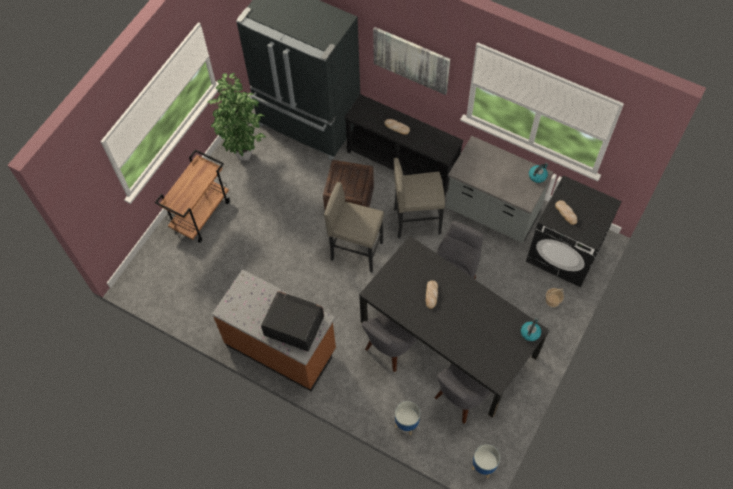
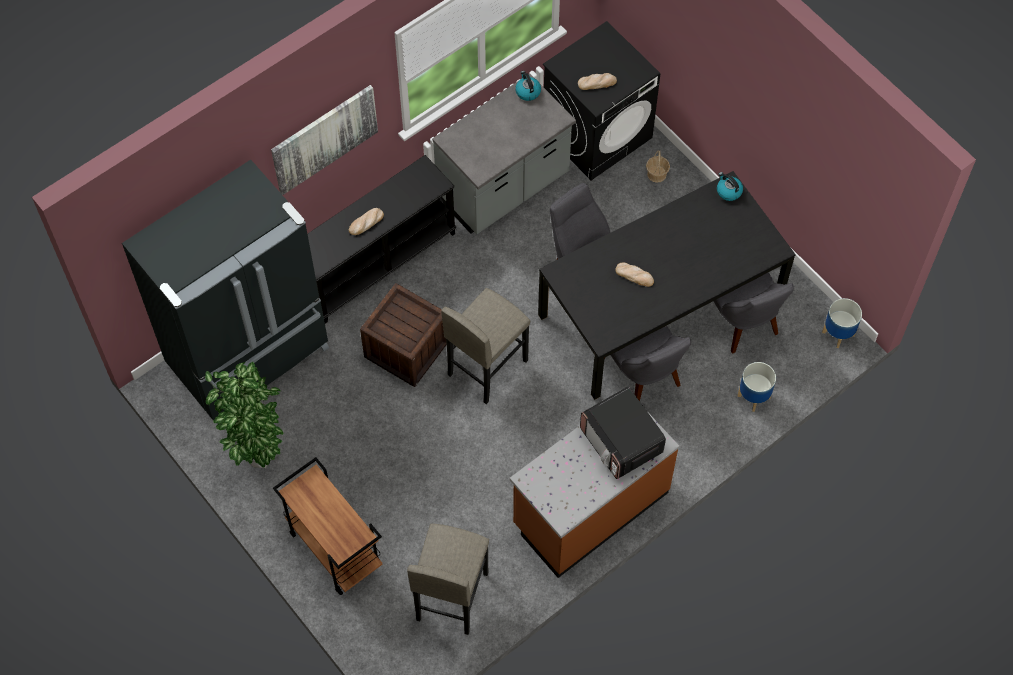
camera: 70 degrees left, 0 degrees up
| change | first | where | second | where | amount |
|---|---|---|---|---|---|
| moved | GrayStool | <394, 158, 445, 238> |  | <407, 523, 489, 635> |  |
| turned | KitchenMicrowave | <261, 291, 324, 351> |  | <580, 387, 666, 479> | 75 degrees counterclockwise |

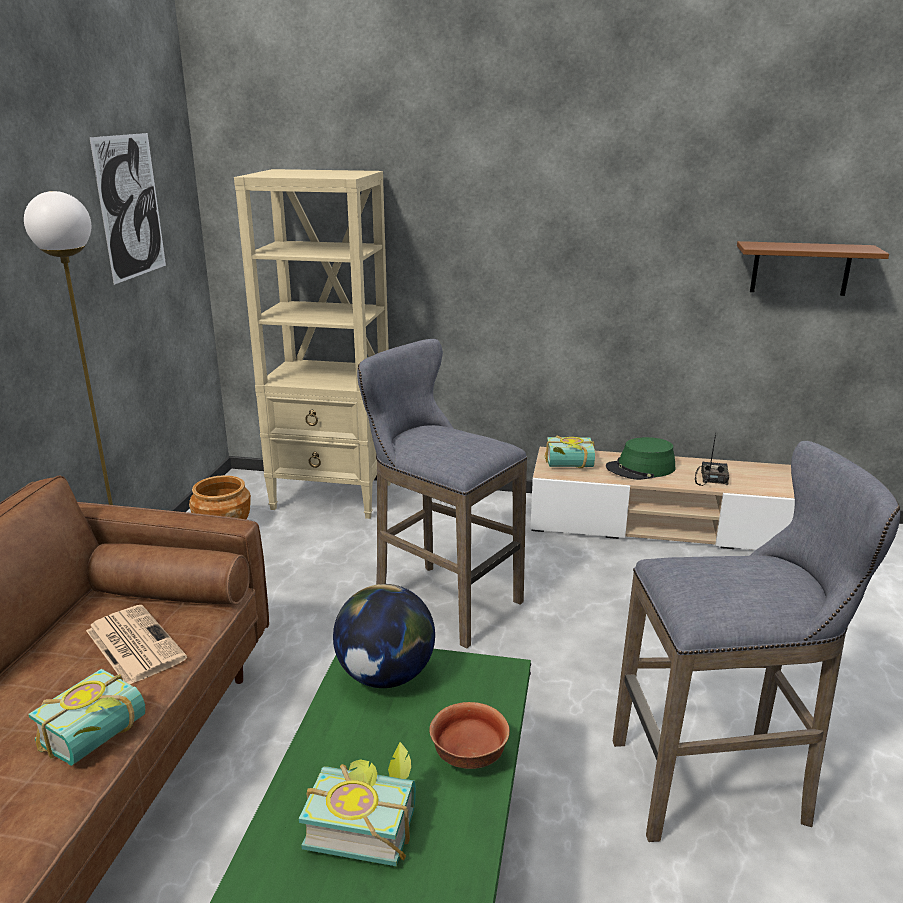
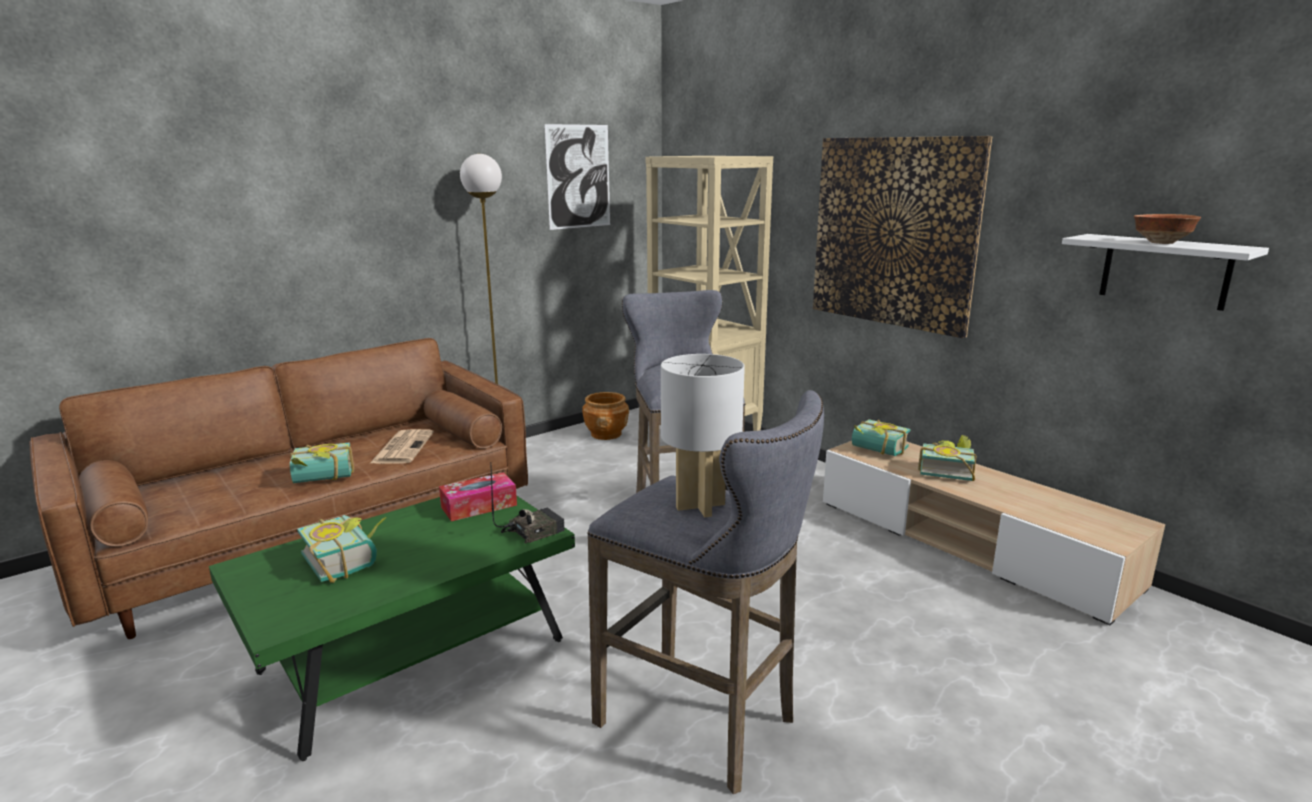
camera: 40 degrees right, 5 degrees down
| change | first | where | second | where | amount |
|---|---|---|---|---|---|
| added |  |  | WhiteColouredLampForATable | <661, 354, 745, 517> |  |
| added |  |  | WallArt | <813, 136, 993, 338> |  |
| moved | Bowl | <429, 702, 510, 769> |  | <1134, 214, 1201, 244> |  |
| moved | Radio | <695, 433, 729, 486> |  | <491, 467, 565, 544> |  |
| replaced | WorldGlobe | <333, 584, 435, 688> | TissueHolder | <439, 472, 517, 521> |  |
| replaced | GreenHat | <606, 437, 675, 480> | Volume | <918, 435, 976, 481> |  |
| recoloured | BrownShelf | <737, 241, 889, 296> | WhiteColouredShelf | <1062, 234, 1269, 311> |  |

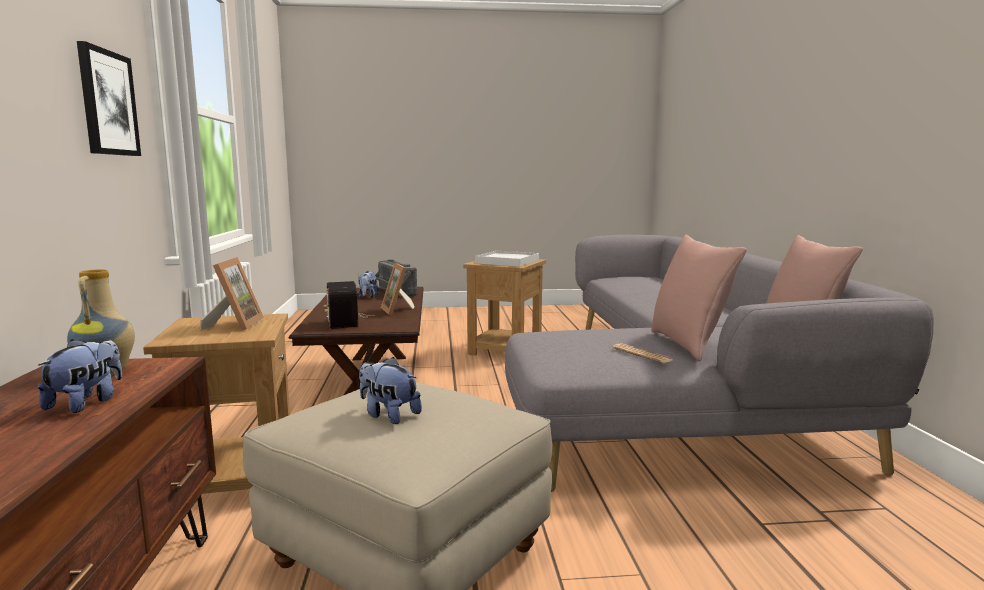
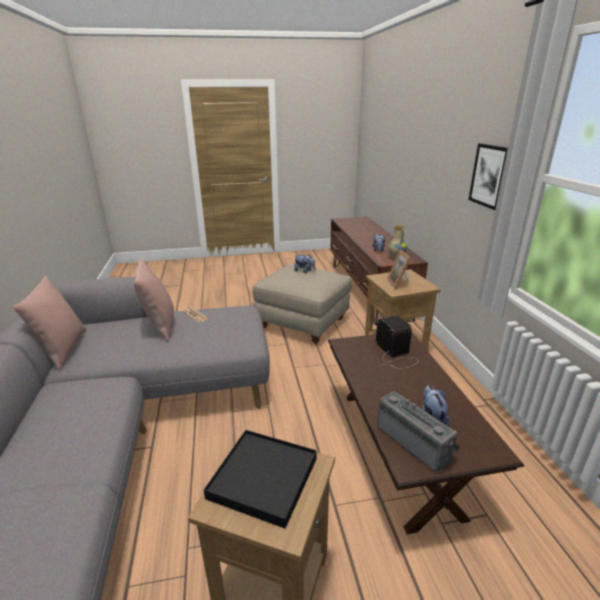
camera: 175 degrees right, 15 degrees up
| change | first | where | second | where | amount |
|---|---|---|---|---|---|
| removed | StandingFrame | <381, 263, 415, 315> |  |  |  |
| recoloured | WhiteColouredTray | <475, 251, 539, 267> | BlackishTray | <204, 430, 317, 528> |  |

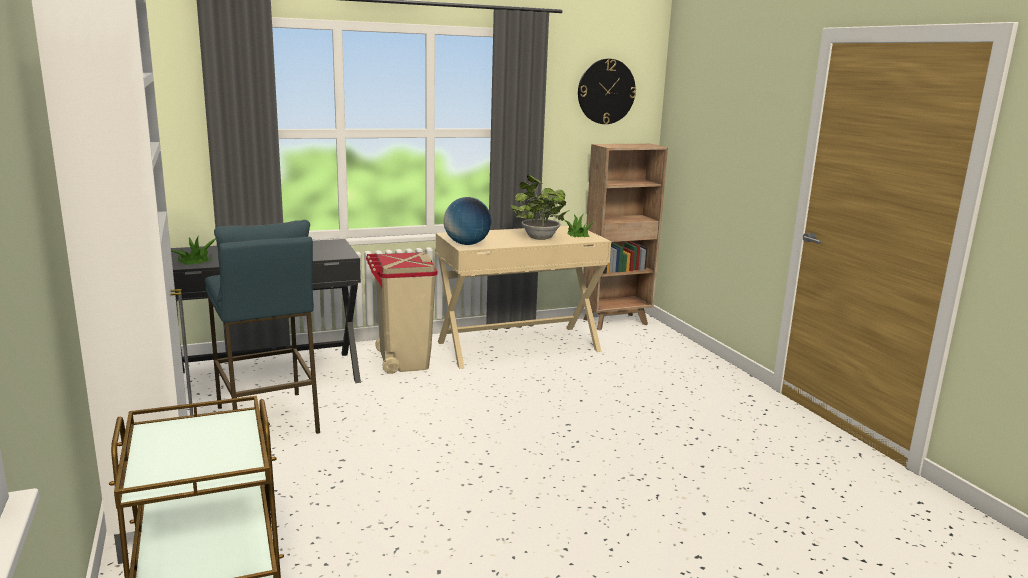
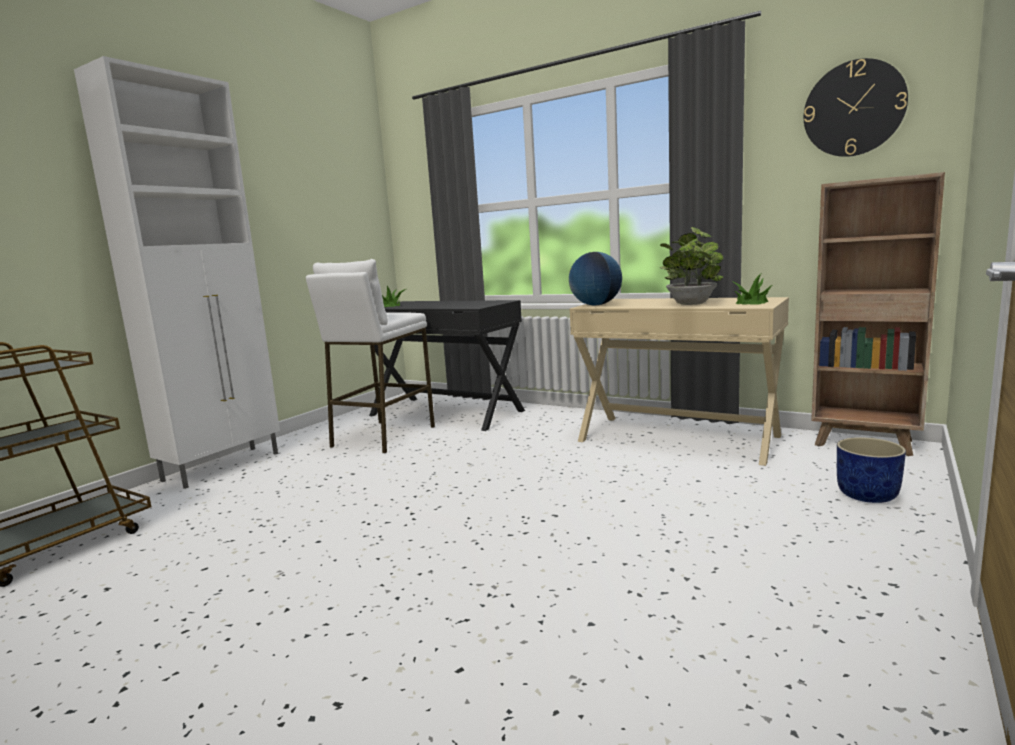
camera: 55 degrees right, 5 degrees down
| change | first | where | second | where | amount |
|---|---|---|---|---|---|
| removed | BeigeColouredRubbishBin | <366, 252, 437, 374> |  |  |  |
| added |  |  | BluishPlanter | <837, 437, 906, 503> |  |
| recoloured | BluishStool | <205, 220, 320, 434> | WhiteColouredStool | <306, 259, 435, 454> |  |

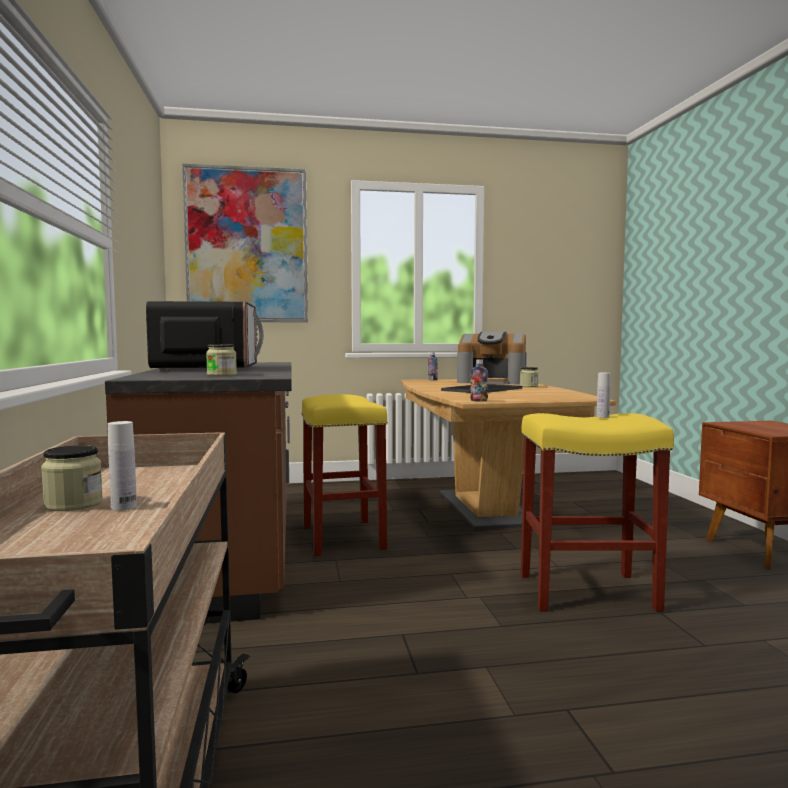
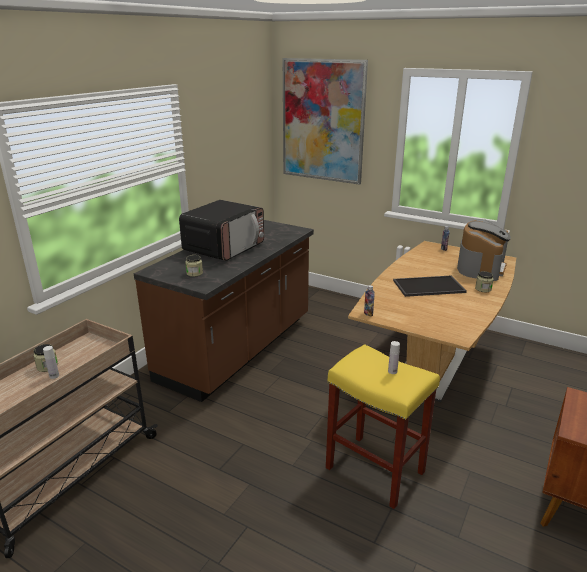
camera: 40 degrees right, 20 degrees up
| change | first | where | second | where | amount |
|---|---|---|---|---|---|
| removed | YellowishStool | <301, 394, 388, 556> |  |  |  |
| turned | CoffeeBrewer | <457, 332, 527, 384> |  | <457, 219, 511, 281> | 120 degrees counterclockwise |

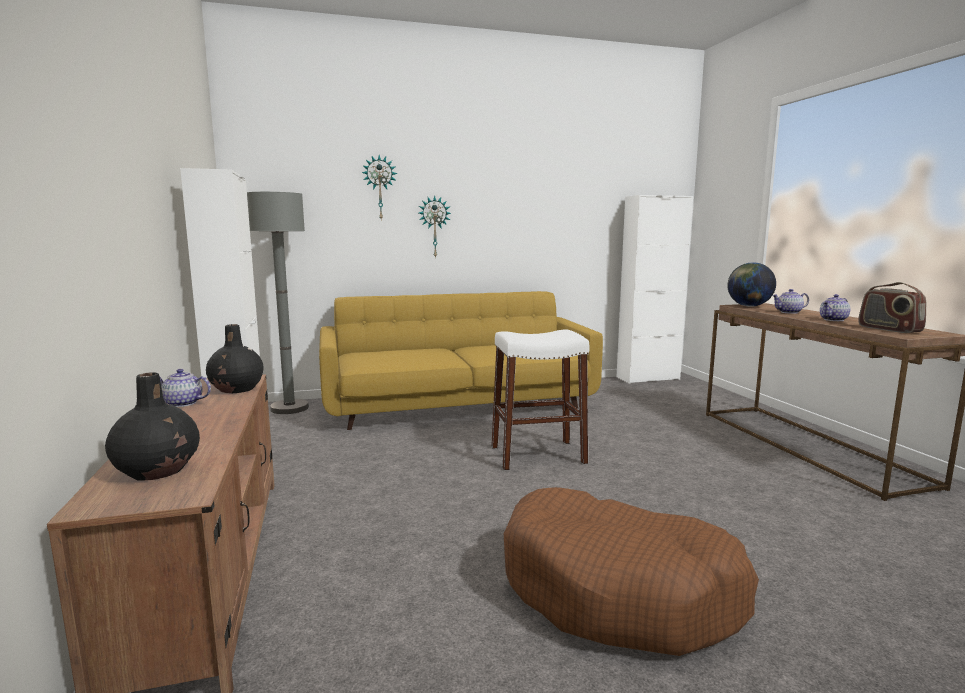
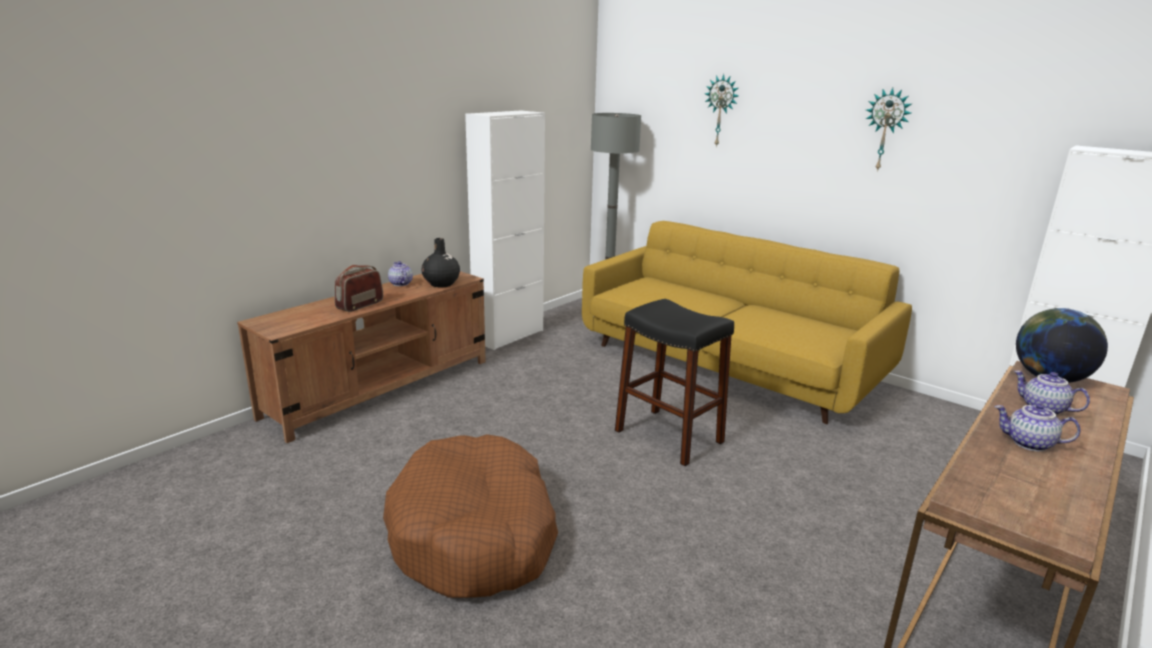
camera: 55 degrees right, 10 degrees up
| change | first | where | second | where | amount |
|---|---|---|---|---|---|
| removed | BlackishDecorativeVase | <105, 372, 200, 481> |  |  |  |
| moved | ClockOnTheWall | <419, 195, 451, 259> |  | <866, 88, 911, 172> |  |
| moved | Radio | <858, 282, 926, 333> |  | <334, 265, 383, 312> |  |
| recoloured | WhiteColouredStool | <491, 330, 590, 470> | BlackishStool | <615, 299, 734, 466> |  |

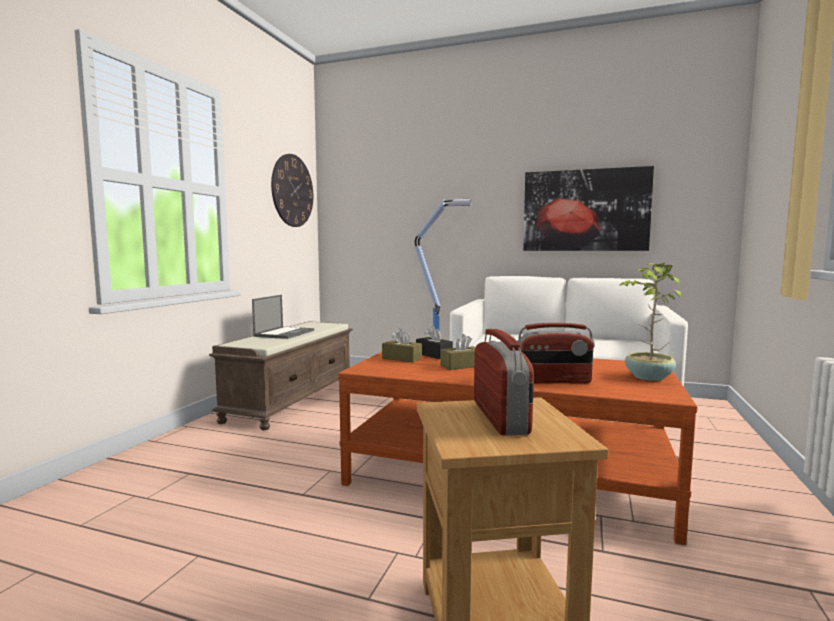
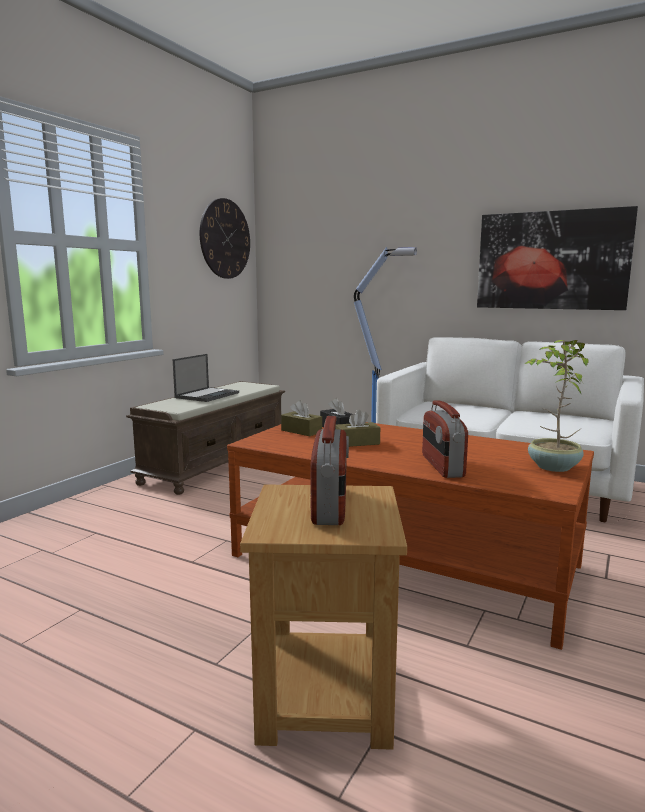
camera: 10 degrees right, 5 degrees up
| change | first | where | second | where | amount |
|---|---|---|---|---|---|
| turned | Radio | <517, 323, 595, 383> |  | <422, 400, 468, 478> | 75 degrees clockwise |

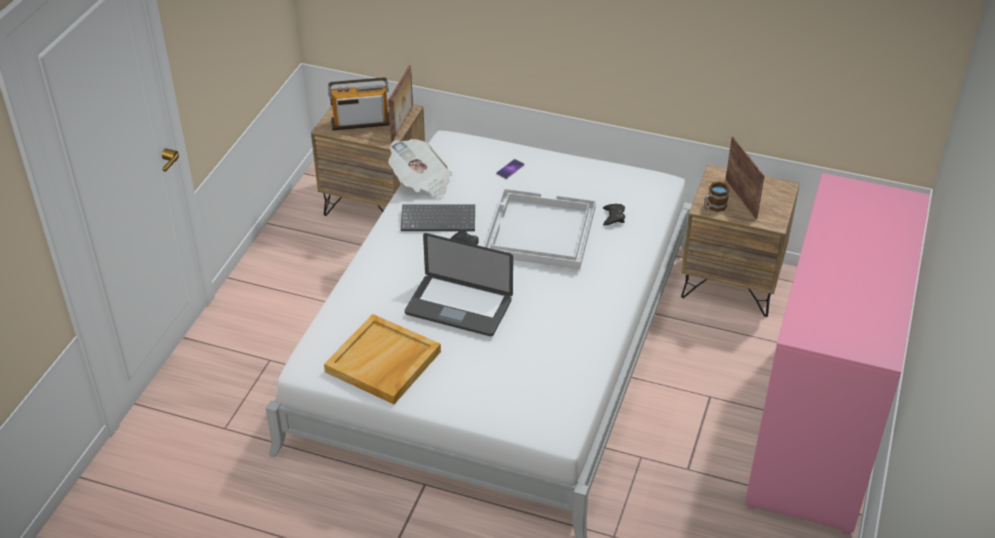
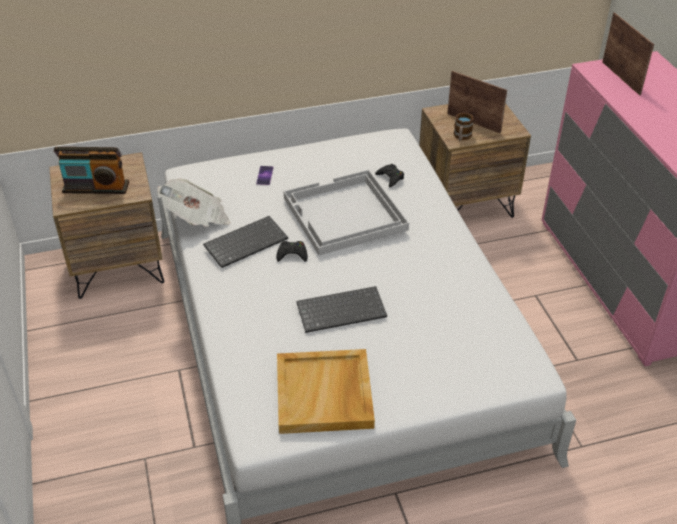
camera: 35 degrees left, 0 degrees up
| change | first | where | second | where | amount |
|---|---|---|---|---|---|
| moved | StandingFrame | <388, 65, 413, 142> |  | <602, 13, 654, 96> |  |
| replaced | NotebookComputer | <405, 233, 513, 336> | PcKeyboard | <296, 286, 387, 333> |  |
| turned | Radio | <328, 77, 390, 131> |  | <54, 147, 129, 194> | 135 degrees counterclockwise |

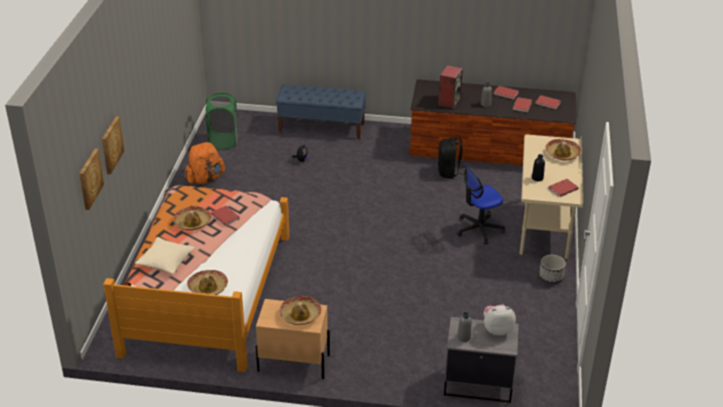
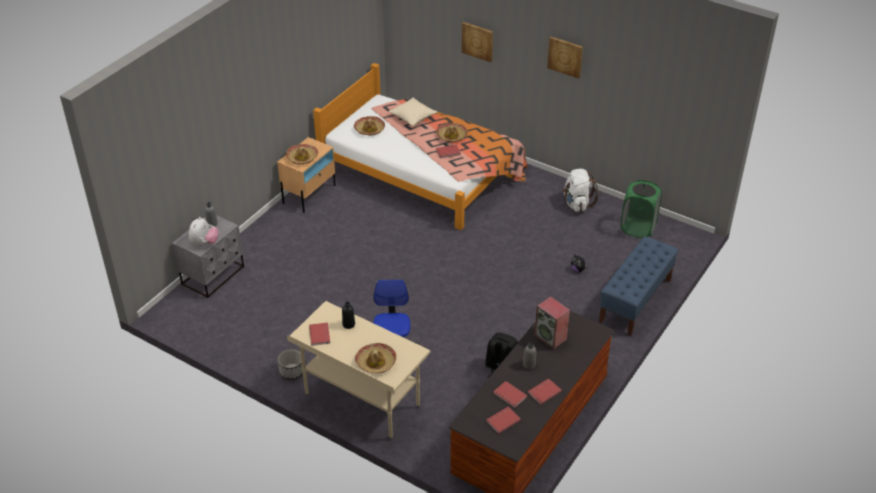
camera: 115 degrees right, 5 degrees up
| change | first | where | second | where | amount |
|---|---|---|---|---|---|
| moved | WallArt | <79, 149, 104, 210> |  | <547, 37, 583, 79> |  |
| recoloured | OrangeColouredRucksack | <185, 142, 225, 184> | WhiteColouredRucksack | <562, 169, 599, 212> |  |

